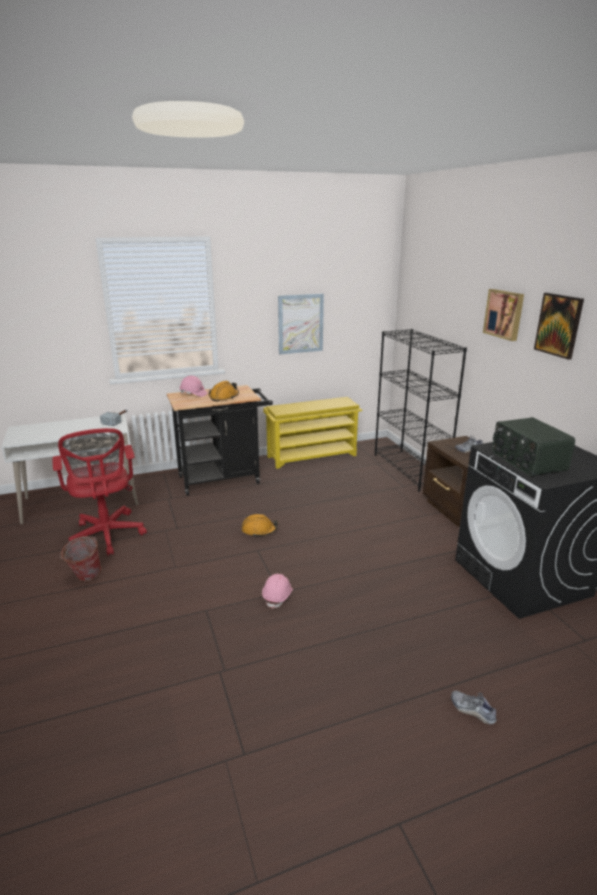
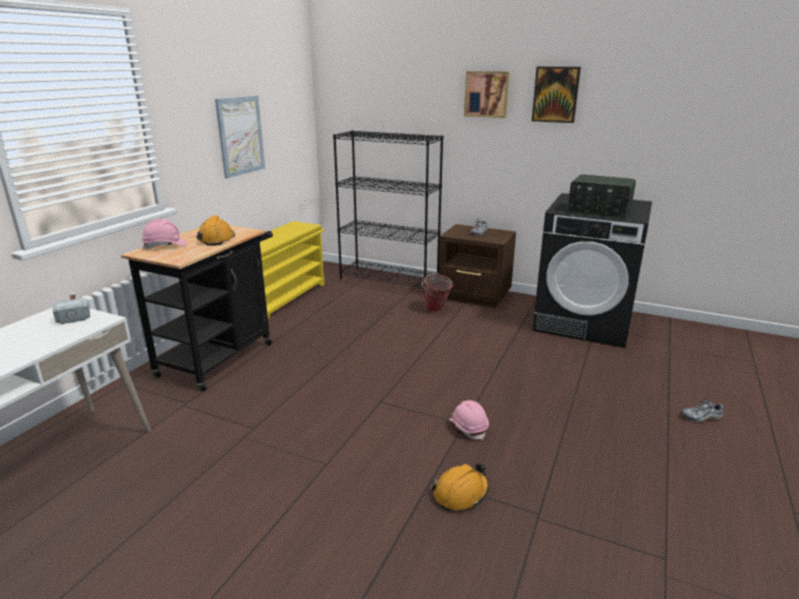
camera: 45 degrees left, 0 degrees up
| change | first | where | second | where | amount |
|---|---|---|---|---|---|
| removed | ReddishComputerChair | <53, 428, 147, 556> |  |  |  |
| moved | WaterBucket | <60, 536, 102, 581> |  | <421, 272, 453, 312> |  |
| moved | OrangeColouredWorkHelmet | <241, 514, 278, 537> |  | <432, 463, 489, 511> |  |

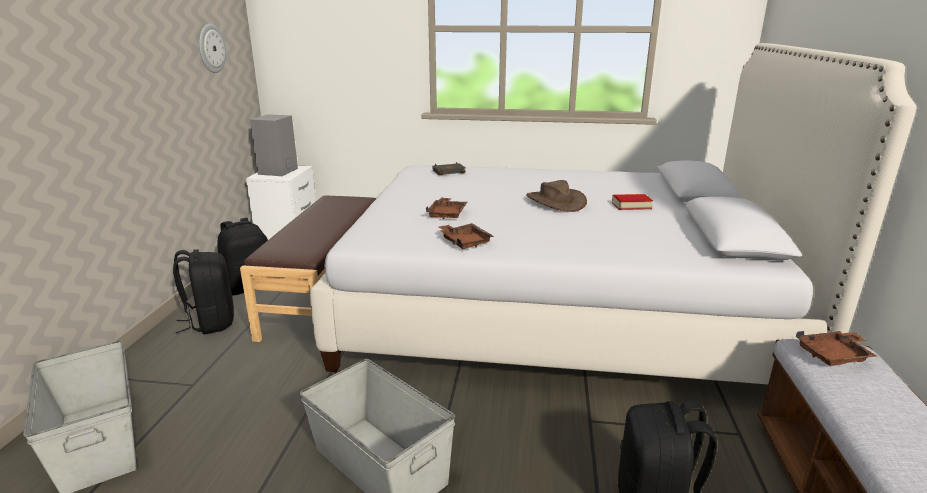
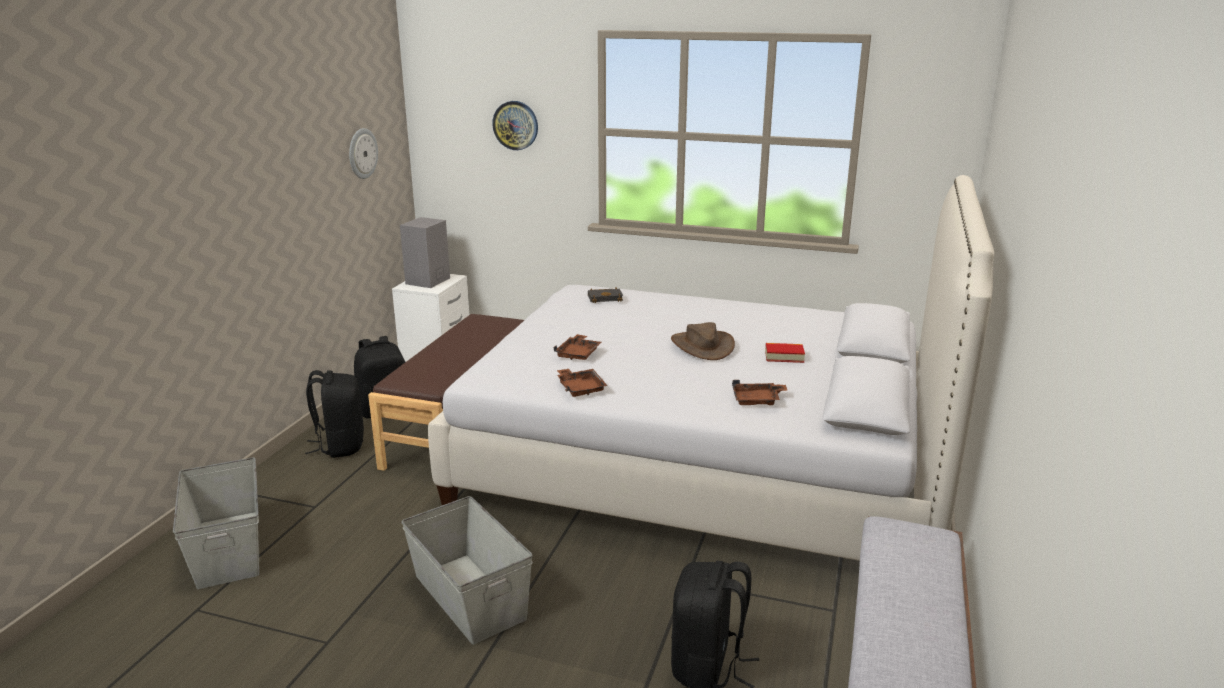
camera: 10 degrees right, 0 degrees up
| change | first | where | second | where | amount |
|---|---|---|---|---|---|
| added |  |  | ClockOnTheWall | <492, 101, 538, 150> |  |
| moved | BrownTray | <796, 331, 877, 366> |  | <732, 380, 788, 405> |  |

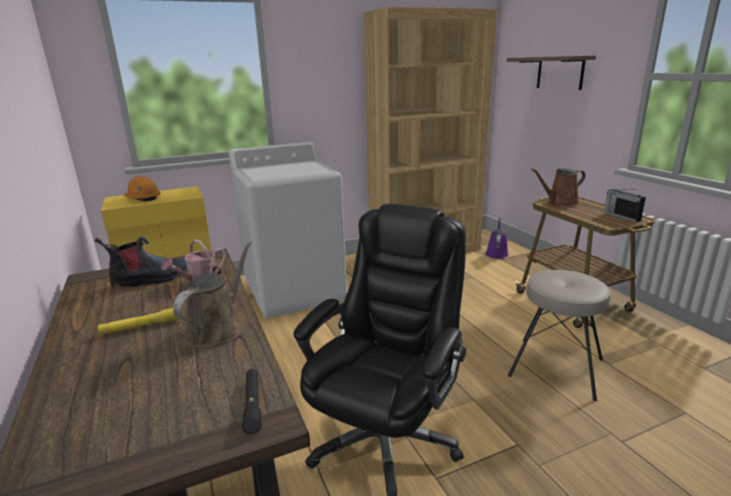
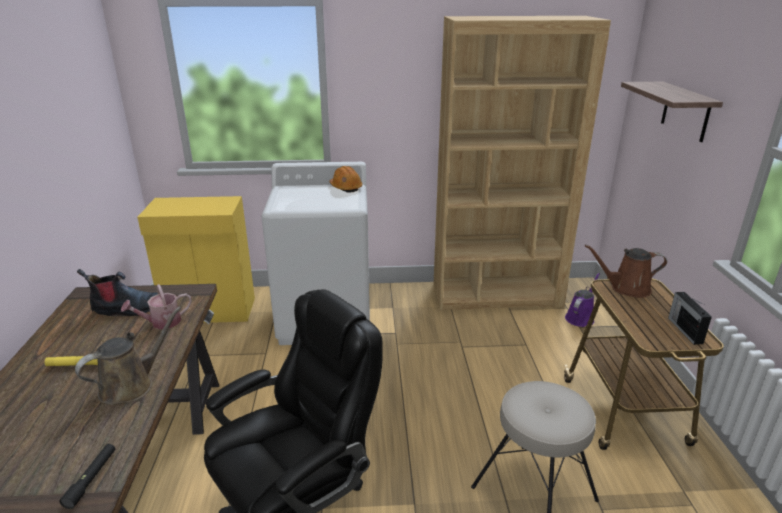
camera: 20 degrees right, 5 degrees up
| change | first | where | second | where | amount |
|---|---|---|---|---|---|
| moved | OrangeColouredWorkHelmet | <124, 176, 160, 202> |  | <330, 166, 362, 192> |  |

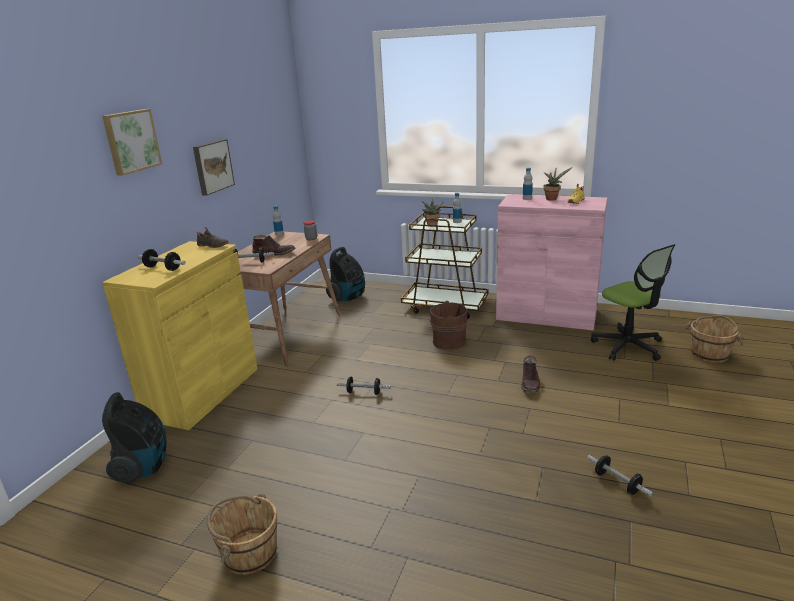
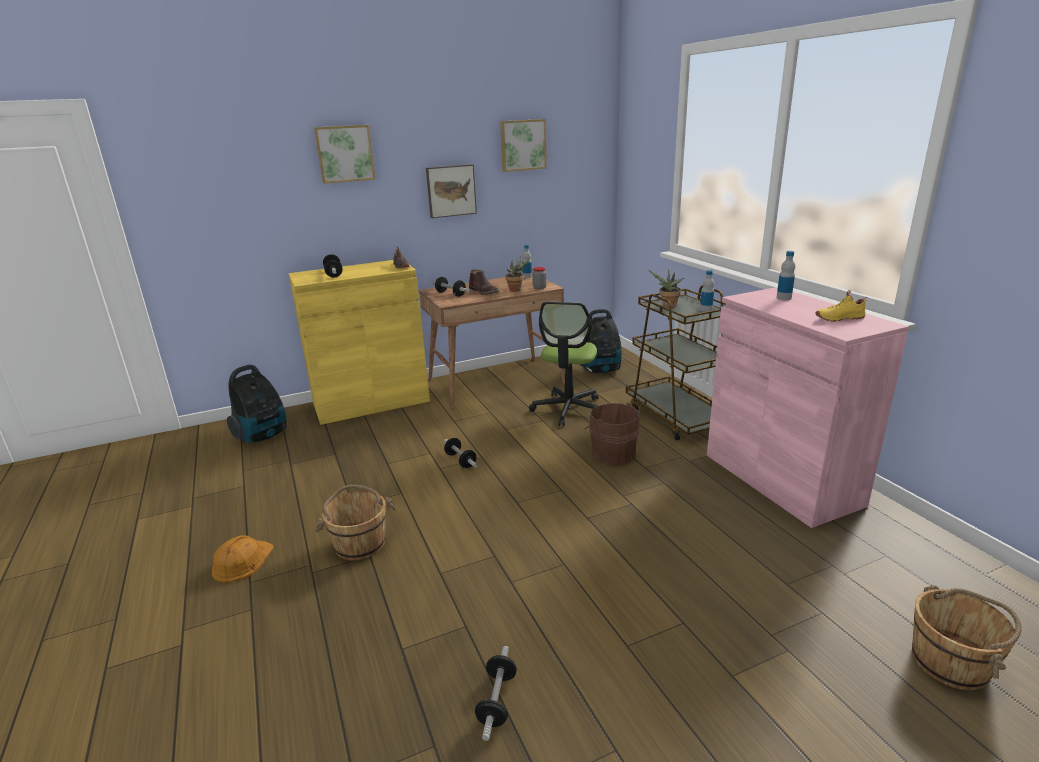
camera: 45 degrees right, 0 degrees up
| change | first | where | second | where | amount |
|---|---|---|---|---|---|
| removed | BrownBoot | <521, 355, 541, 392> |  |  |  |
| added |  |  | OrangeColouredWorkHelmet | <212, 535, 273, 583> |  |
| added |  |  | WallArt | <500, 119, 547, 172> |  |
| moved | BrownWaterBucket | <207, 493, 277, 575> |  | <315, 485, 396, 561> |  |
| moved | PottedPlant | <543, 167, 572, 201> |  | <505, 256, 530, 291> |  |
| moved | ComputerChair | <591, 244, 676, 361> |  | <529, 302, 599, 426> |  |

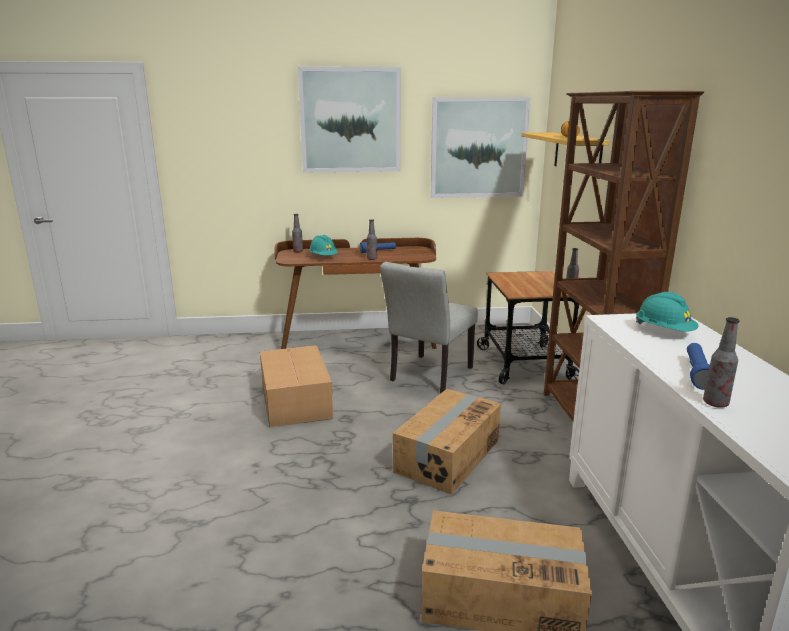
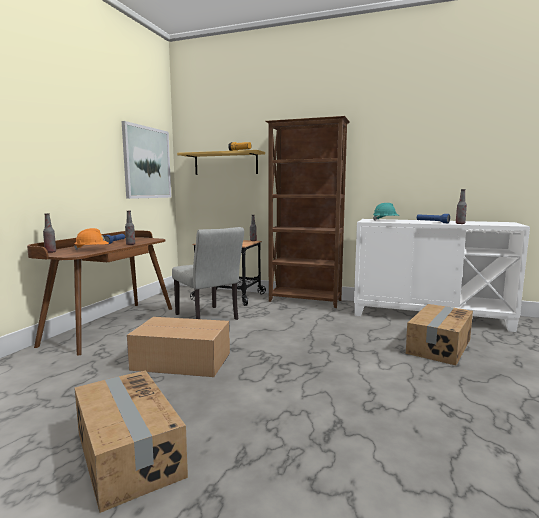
camera: 65 degrees left, 10 degrees down
| change | first | where | second | where | amount |
|---|---|---|---|---|---|
| removed | WallArt | <298, 67, 401, 172> |  |  |  |
| moved | PackingBox | <393, 389, 501, 495> |  | <74, 371, 188, 513> |  |
| recoloured | TurquoiseColouredWorkHelmet | <309, 235, 338, 255> | OrangeColouredWorkHelmet | <74, 228, 109, 250> |  |

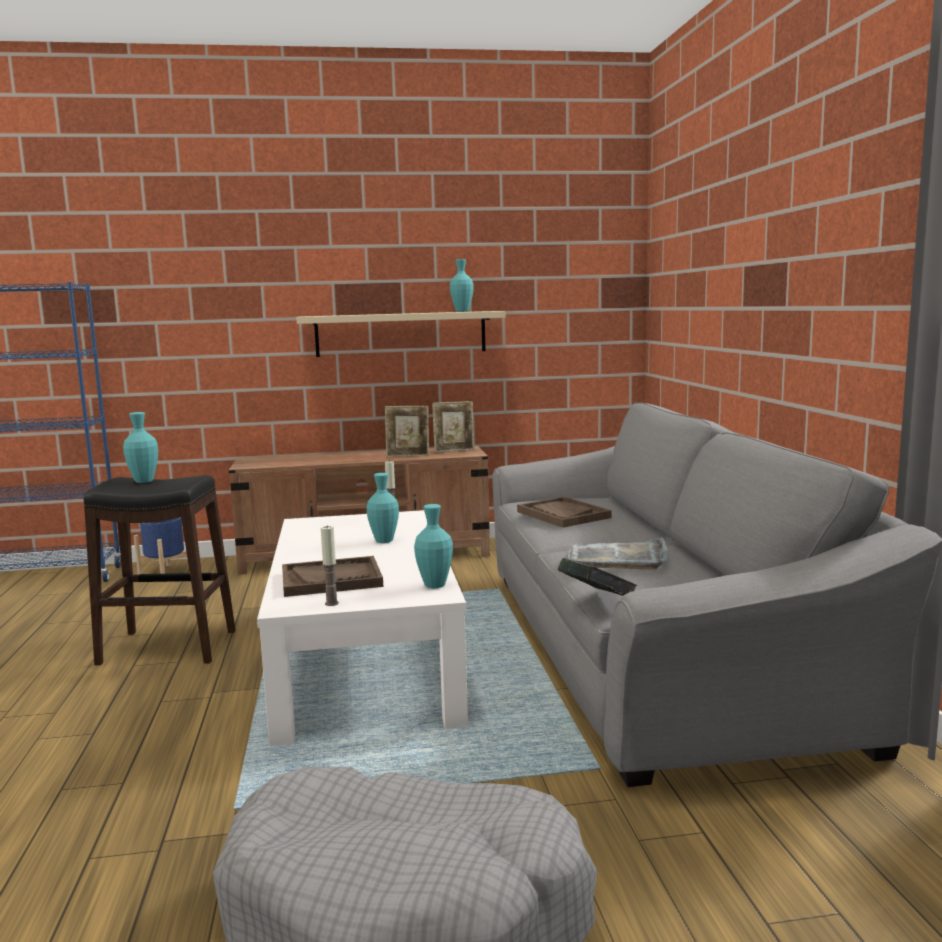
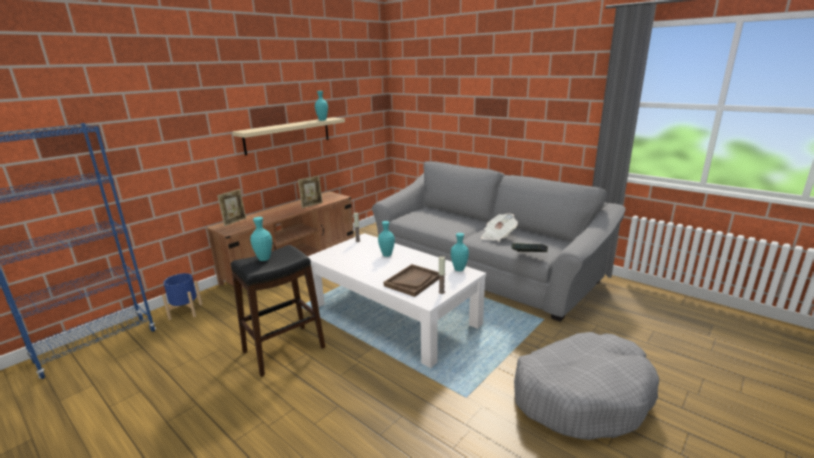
camera: 40 degrees left, 10 degrees up
| change | first | where | second | where | amount |
|---|---|---|---|---|---|
| removed | BrownTray | <517, 497, 612, 528> |  |  |  |
| moved | StandingFrame | <432, 401, 474, 453> |  | <217, 189, 246, 226> |  |
| replaced | GrayTray | <568, 538, 668, 570> | PrintedPaper | <481, 213, 518, 241> |  |

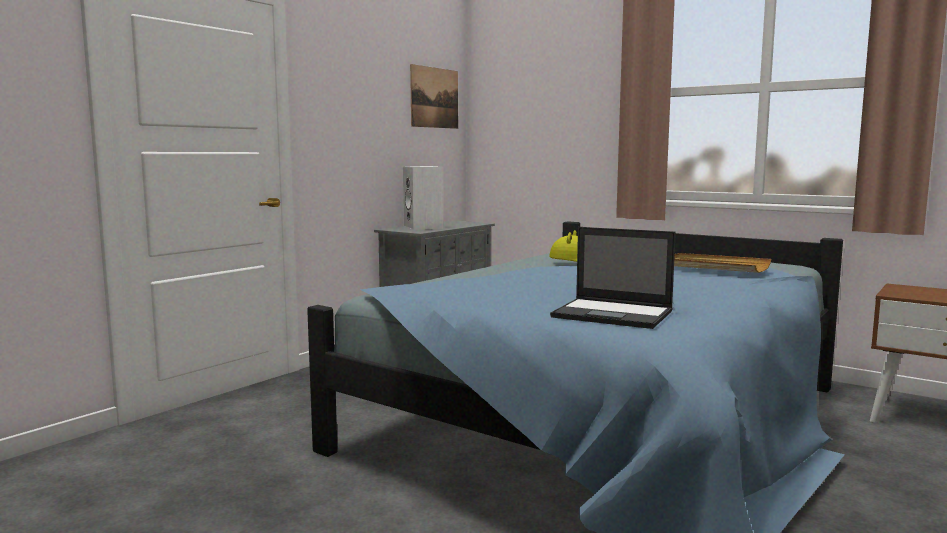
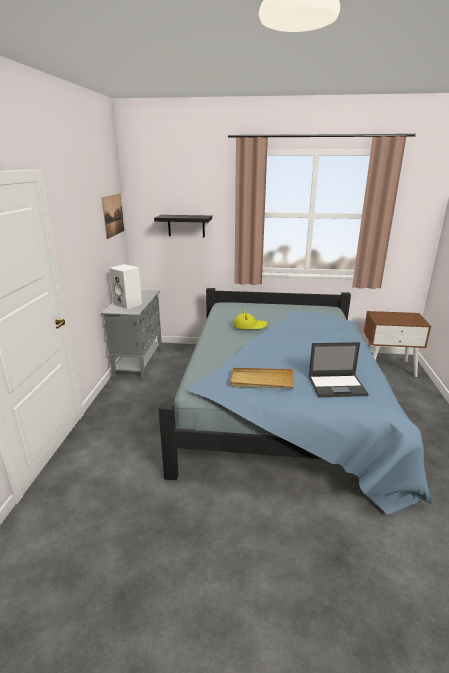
camera: 30 degrees left, 15 degrees up
| change | first | where | second | where | amount |
|---|---|---|---|---|---|
| added |  |  | BlackishShelf | <154, 215, 212, 237> |  |
| moved | BeigeColouredTray | <674, 253, 771, 273> |  | <230, 368, 294, 389> |  |

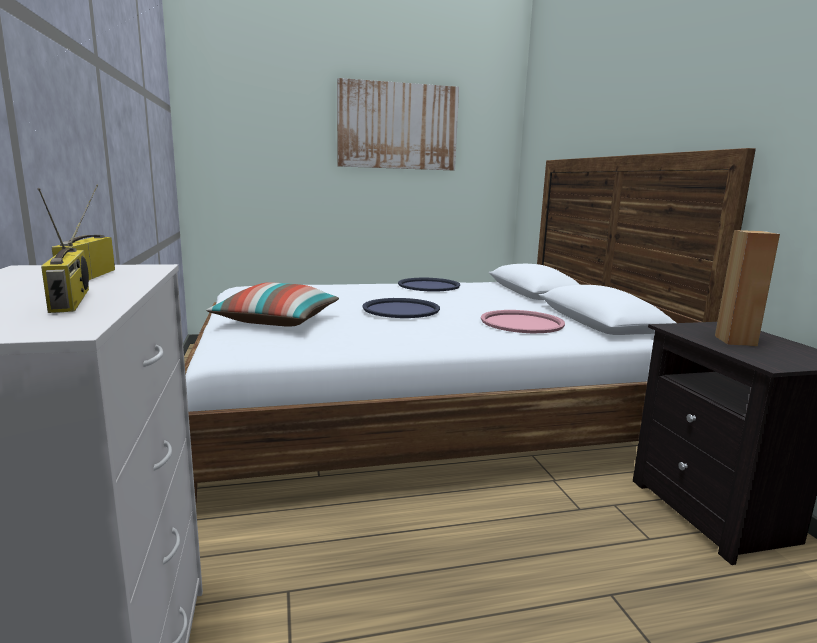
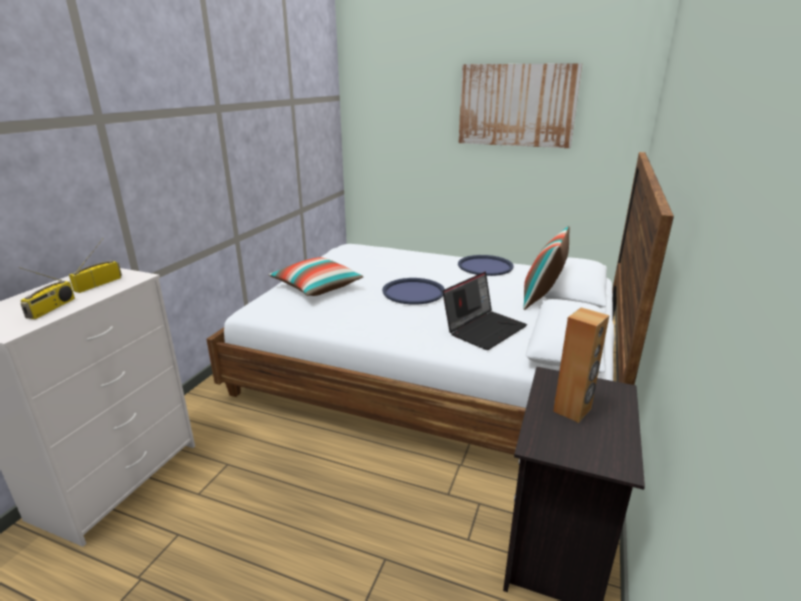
camera: 35 degrees right, 10 degrees up
| change | first | where | second | where | amount |
|---|---|---|---|---|---|
| added |  |  | ThrowPillow | <523, 226, 570, 310> |  |
| replaced | PinkishTray | <481, 310, 565, 333> | NotebookComputer | <442, 272, 527, 350> |  |

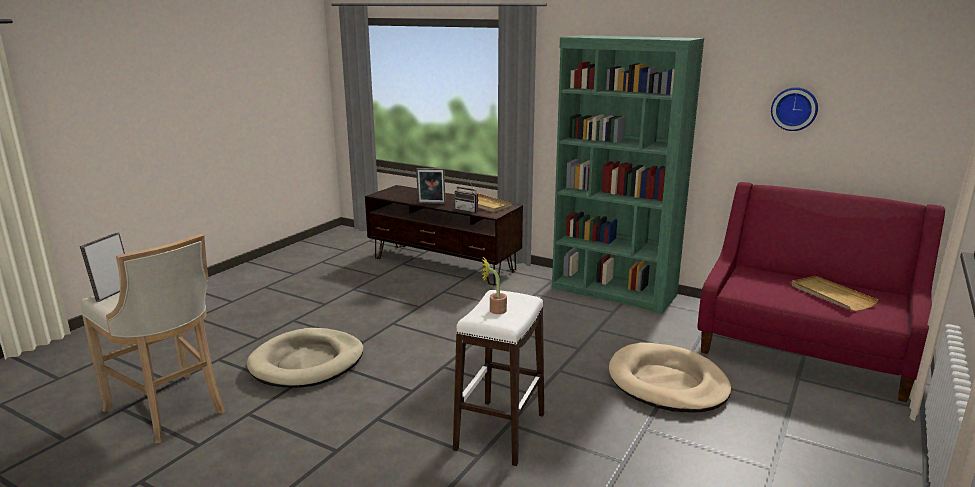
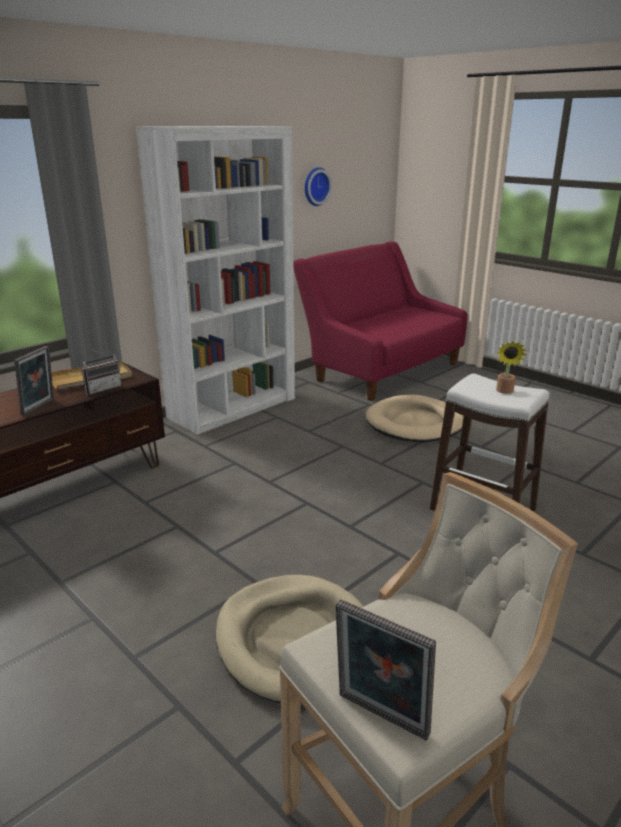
camera: 75 degrees left, 5 degrees up
| change | first | where | second | where | amount |
|---|---|---|---|---|---|
| removed | BeigeColouredTray | <792, 276, 878, 311> |  |  |  |
| recoloured | GreenBookcase | <552, 35, 704, 314> | WhiteColouredBookcase | <136, 126, 295, 435> |  |

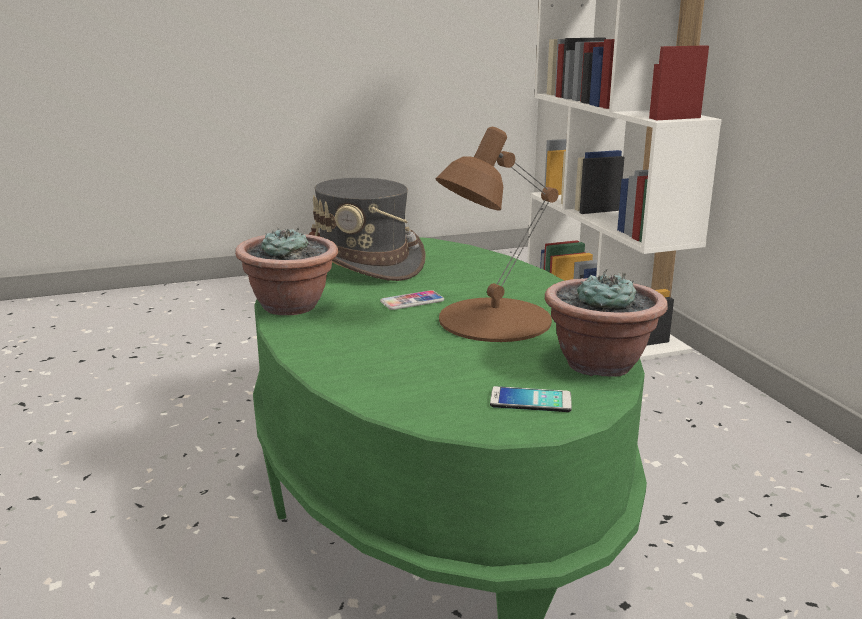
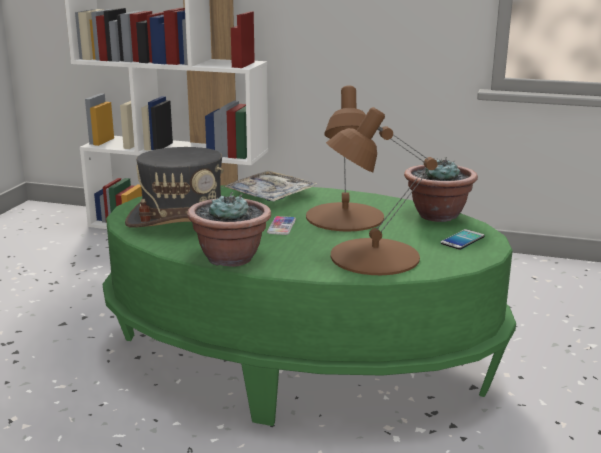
camera: 55 degrees left, 0 degrees up
| change | first | where | second | where | amount |
|---|---|---|---|---|---|
| added |  |  | Tray | <224, 171, 318, 202> |  |
| added |  |  | BrownLampForATable | <326, 107, 438, 275> |  |

